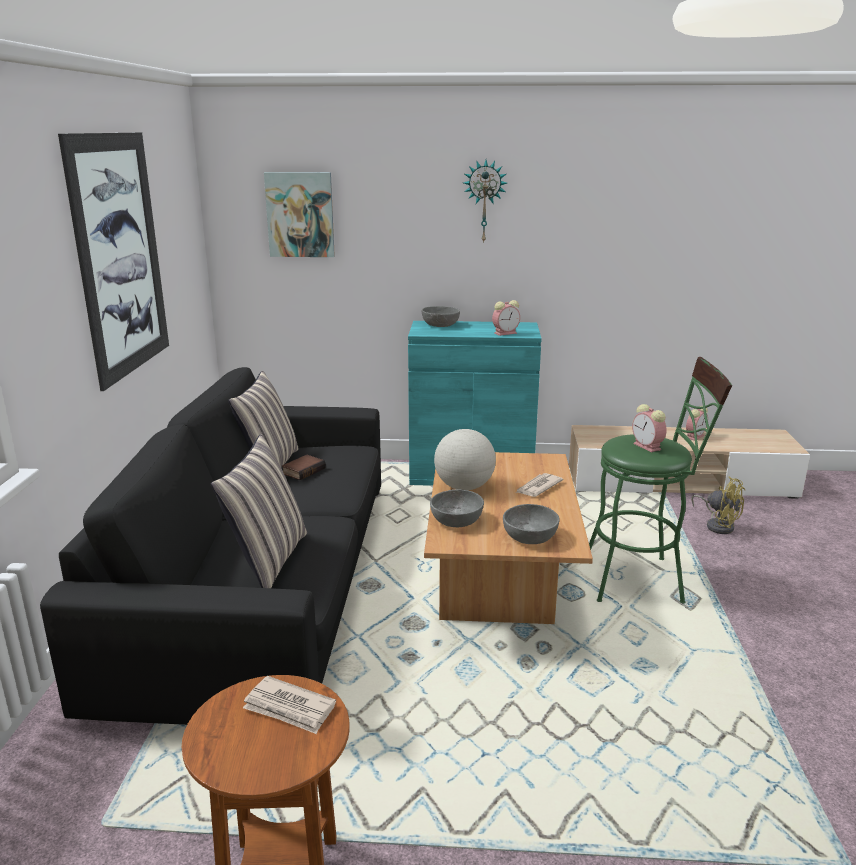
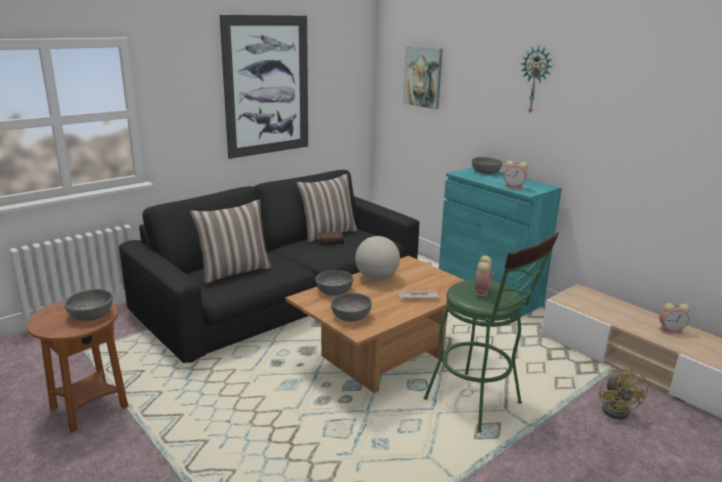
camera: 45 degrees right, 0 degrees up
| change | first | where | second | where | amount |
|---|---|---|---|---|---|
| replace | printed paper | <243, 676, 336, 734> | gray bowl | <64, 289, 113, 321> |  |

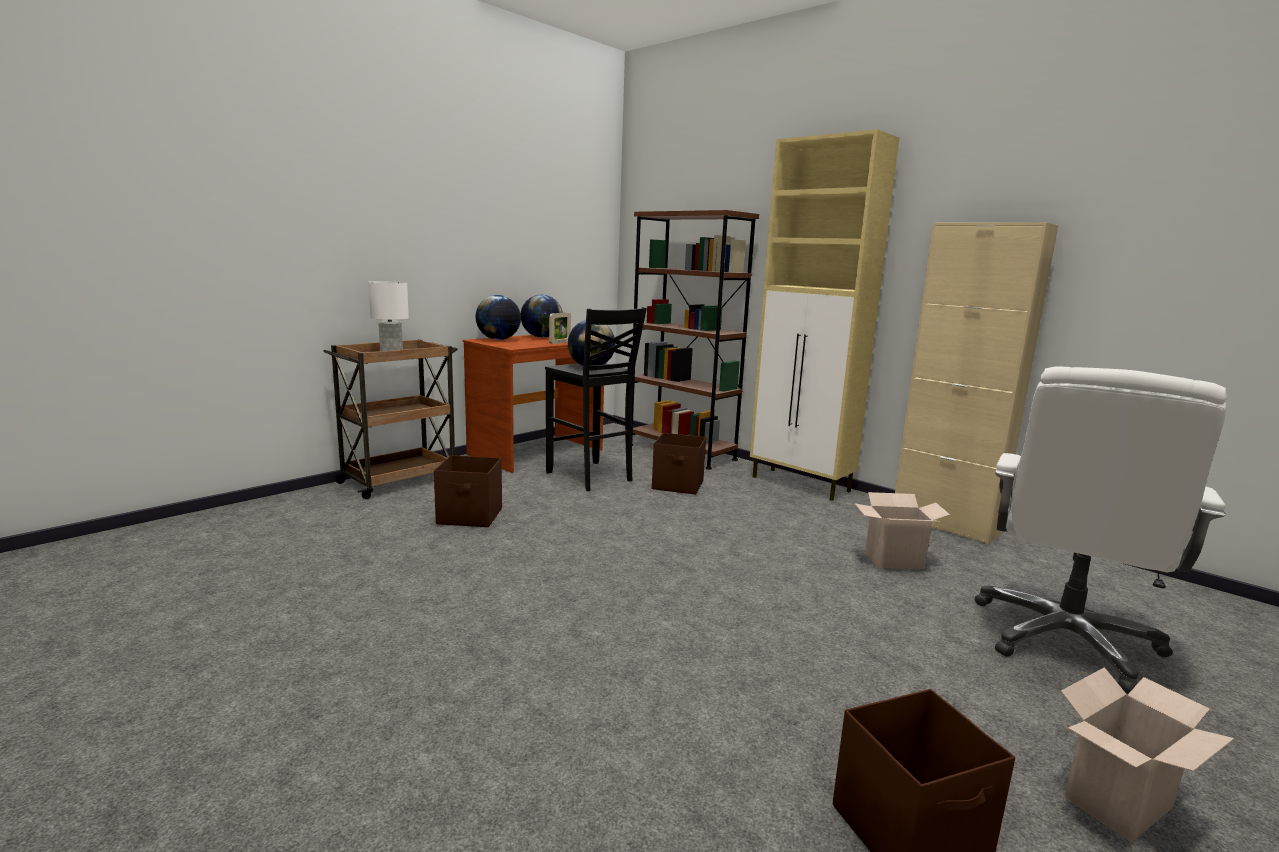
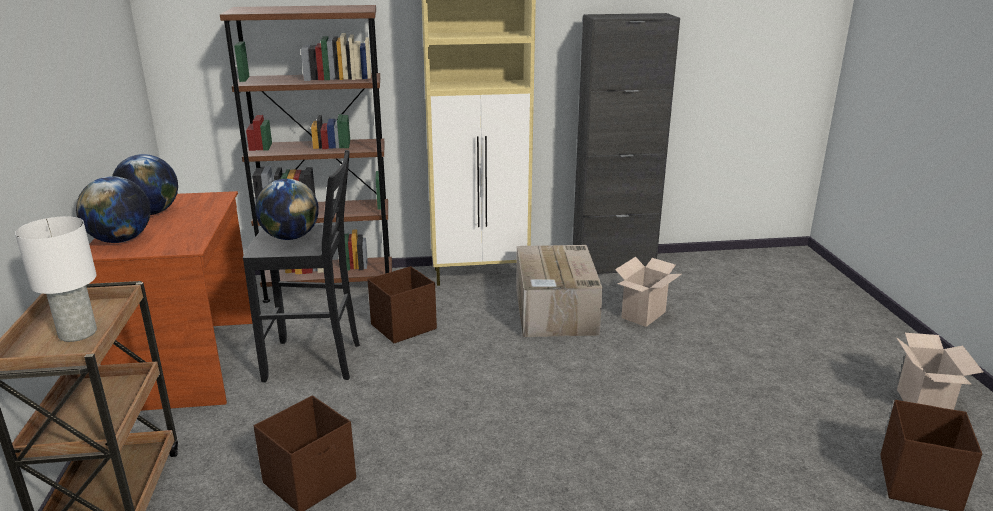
camera: 50 degrees left, 10 degrees up
| change | first | where | second | where | amount |
|---|---|---|---|---|---|
| delete | standing frame | <549, 312, 571, 344> |  |  |  |
| recolor | sand-coloured storage cabinet | <895, 222, 1058, 545> | black storage cabinet | <573, 13, 680, 274> |  |
| delete | white-coloured desk chair | <975, 367, 1227, 694> |  |  |  |
| insert |  |  | packing box | <516, 245, 603, 337> |  |

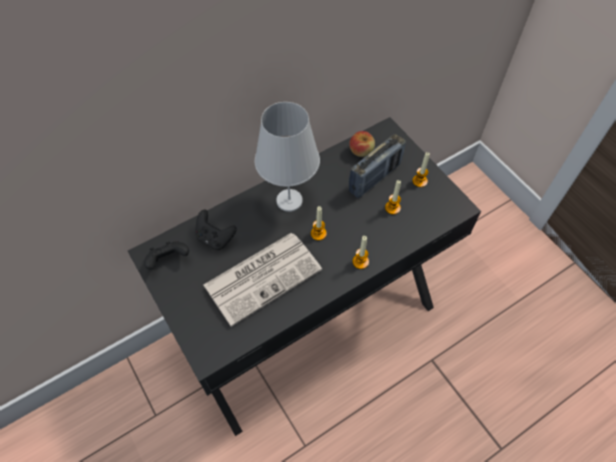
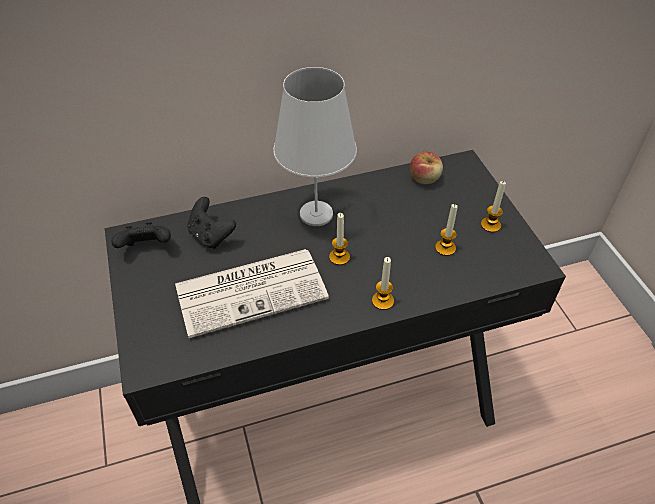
camera: 15 degrees right, 10 degrees down
| change | first | where | second | where | amount |
|---|---|---|---|---|---|
| delete | radio | <349, 134, 406, 198> |  |  |  |

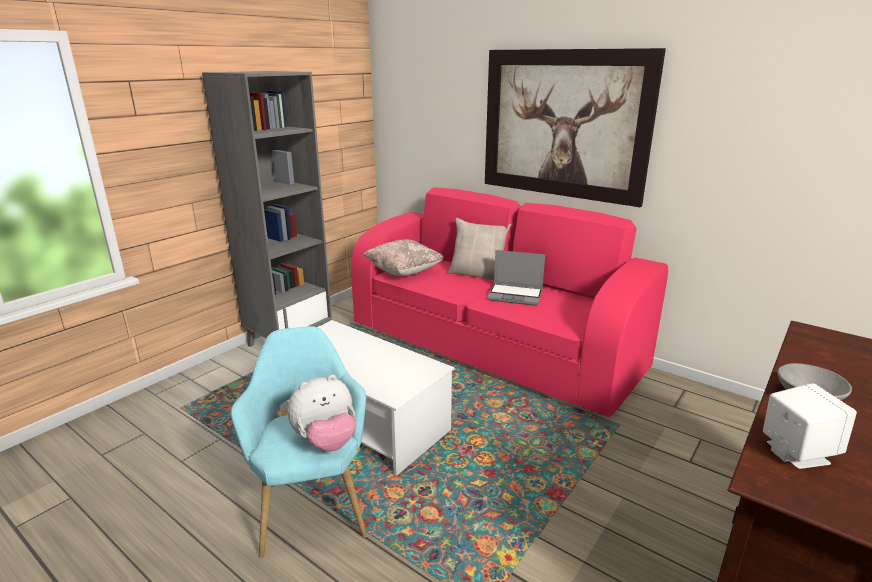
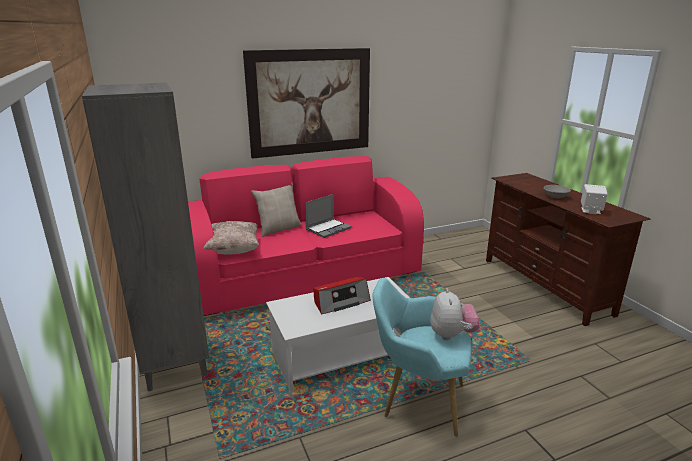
camera: 60 degrees left, 0 degrees up
| change | first | where | second | where | amount |
|---|---|---|---|---|---|
| insert |  |  | radio | <314, 277, 371, 314> |  |

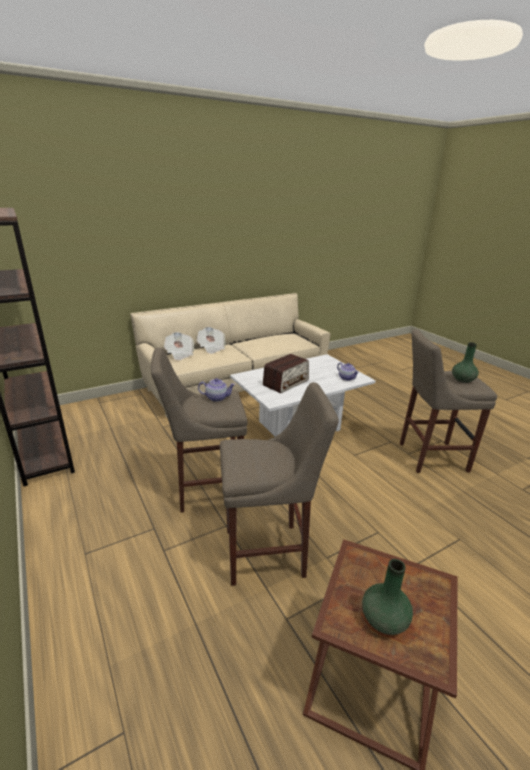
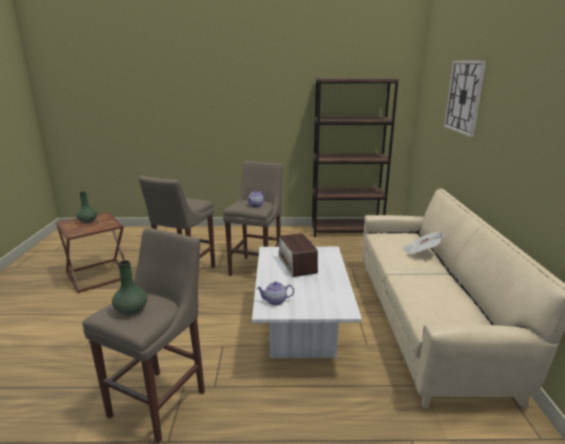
camera: 120 degrees right, 5 degrees down
| change | first | where | second | where | amount |
|---|---|---|---|---|---|
| delete | printed paper | <164, 332, 194, 360> |  |  |  |
| insert |  |  | hanging clock | <444, 61, 486, 137> |  |

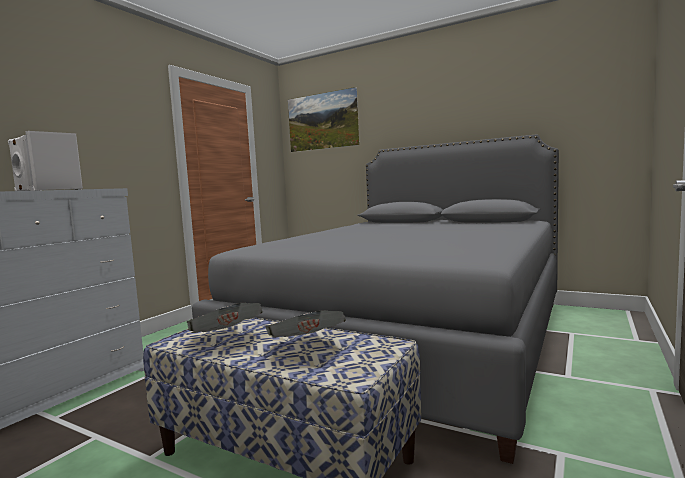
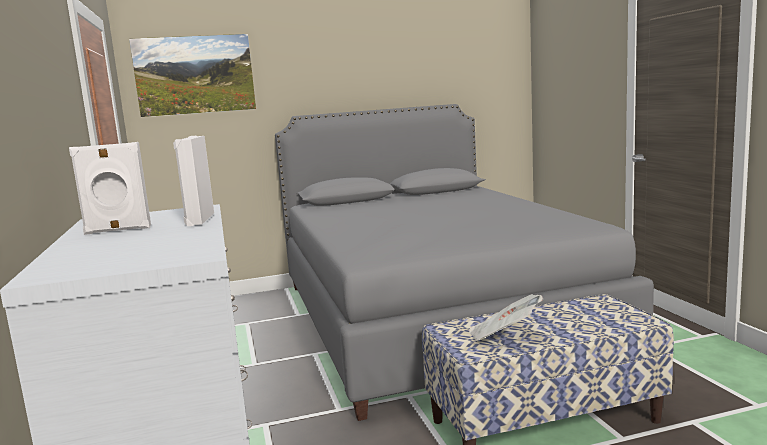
camera: 45 degrees left, 5 degrees up
| change | first | where | second | where | amount |
|---|---|---|---|---|---|
| delete | printed paper | <265, 310, 346, 337> |  |  |  |

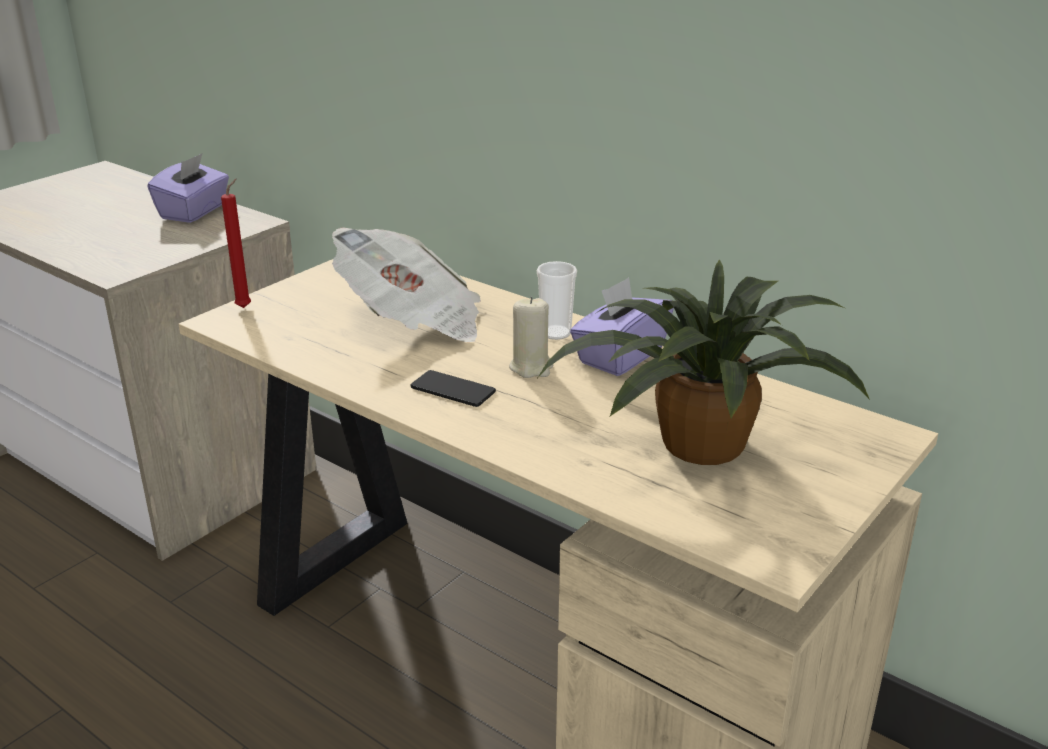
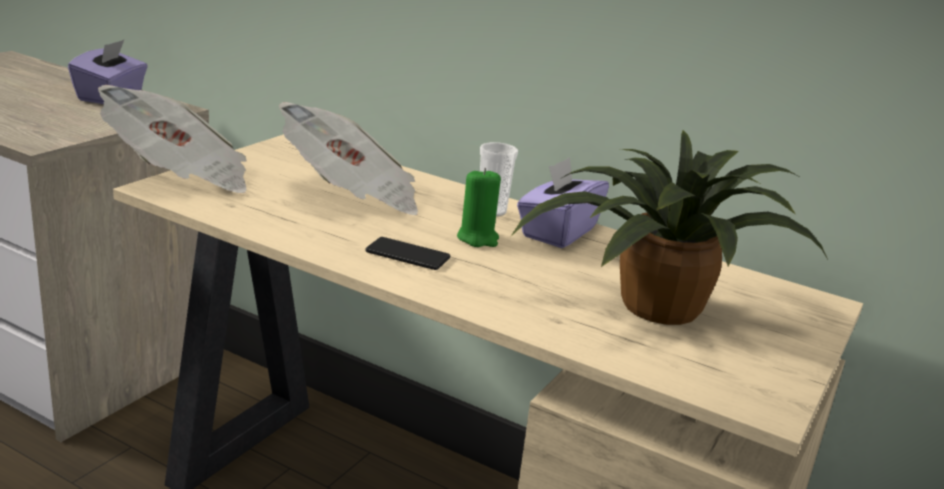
camera: 10 degrees left, 5 degrees down
| change | first | where | second | where | amount |
|---|---|---|---|---|---|
| replace | reddish wax candle | <221, 179, 251, 308> | printed paper | <98, 85, 247, 193> |  |
| recolor | sand-coloured wax candle | <509, 297, 553, 378> | green-coloured wax candle | <457, 168, 501, 247> |  |

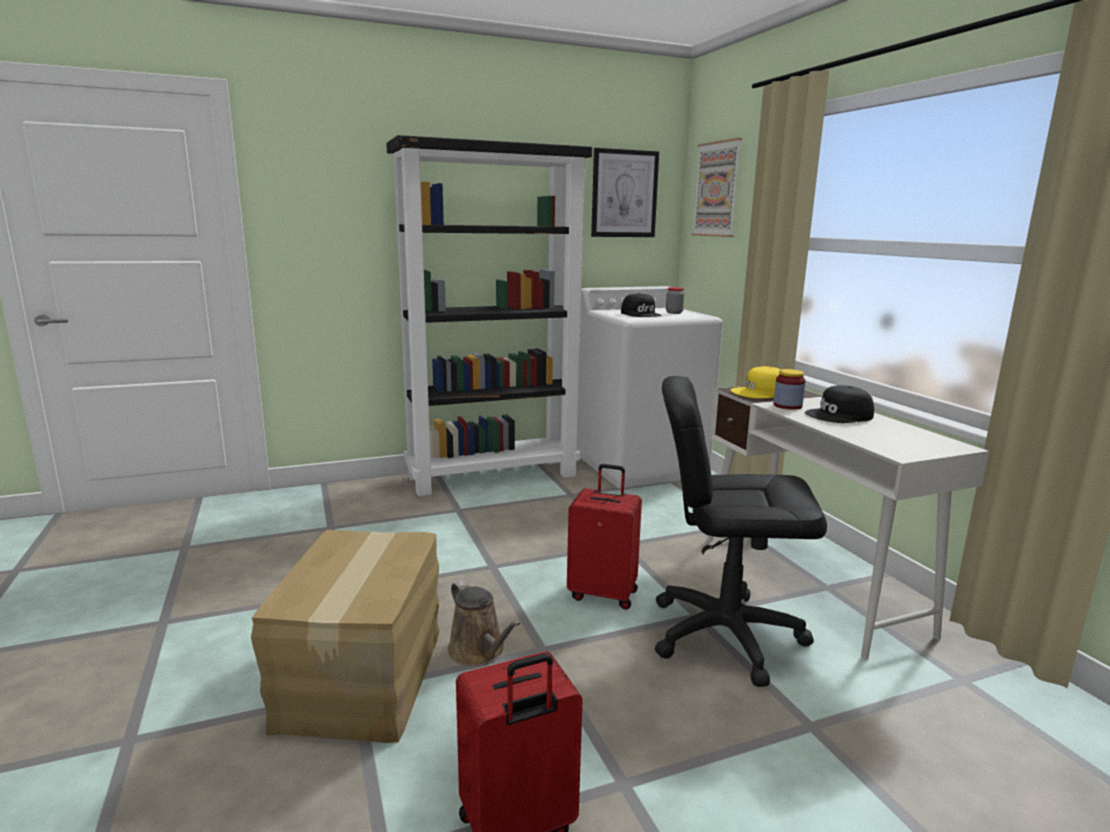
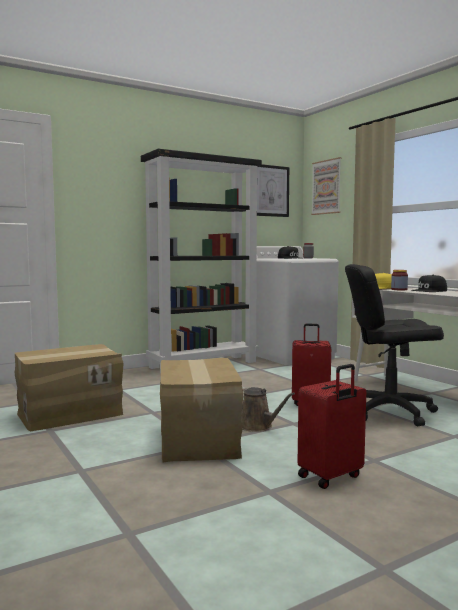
camera: 10 degrees left, 10 degrees down
| change | first | where | second | where | amount |
|---|---|---|---|---|---|
| insert |  |  | packing box | <15, 344, 123, 431> |  |

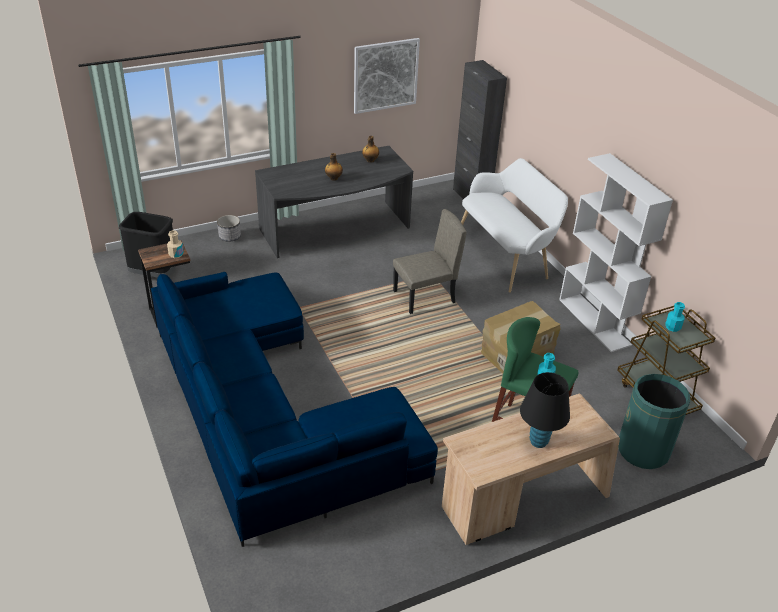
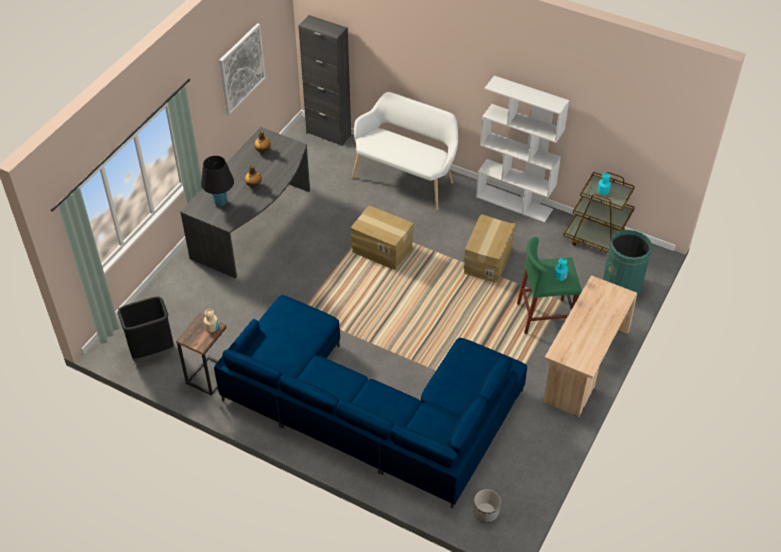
camera: 35 degrees left, 10 degrees up
| change | first | where | second | where | amount |
|---|---|---|---|---|---|
| move | plant pot | <217, 215, 241, 242> |  | <473, 489, 501, 523> |  |
| replace | sand-coloured chair | <393, 209, 467, 314> | packing box | <351, 206, 414, 270> |  |
| move | black table lamp | <520, 372, 570, 448> |  | <201, 156, 234, 206> |  |

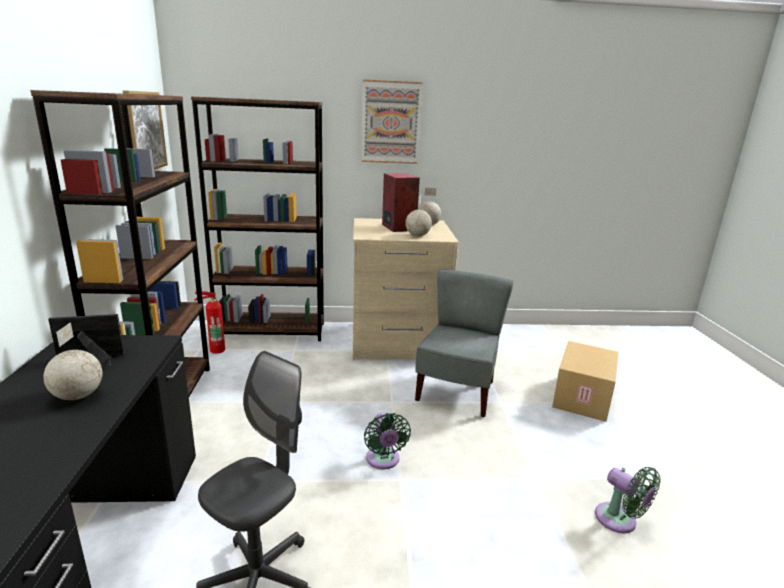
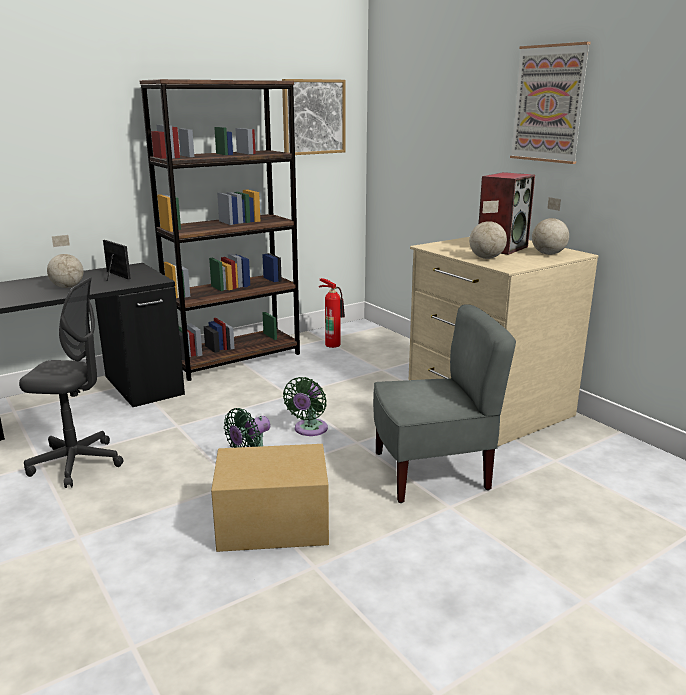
camera: 60 degrees right, 0 degrees up
| change | first | where | second | where | amount |
|---|---|---|---|---|---|
| delete | brown-coloured bookcase | <191, 97, 324, 341> |  |  |  |
| move | packing box | <552, 341, 619, 422> |  | <211, 444, 329, 552> |  |
| move | green-coloured fan | <595, 467, 661, 533> |  | <283, 377, 328, 436> |  |

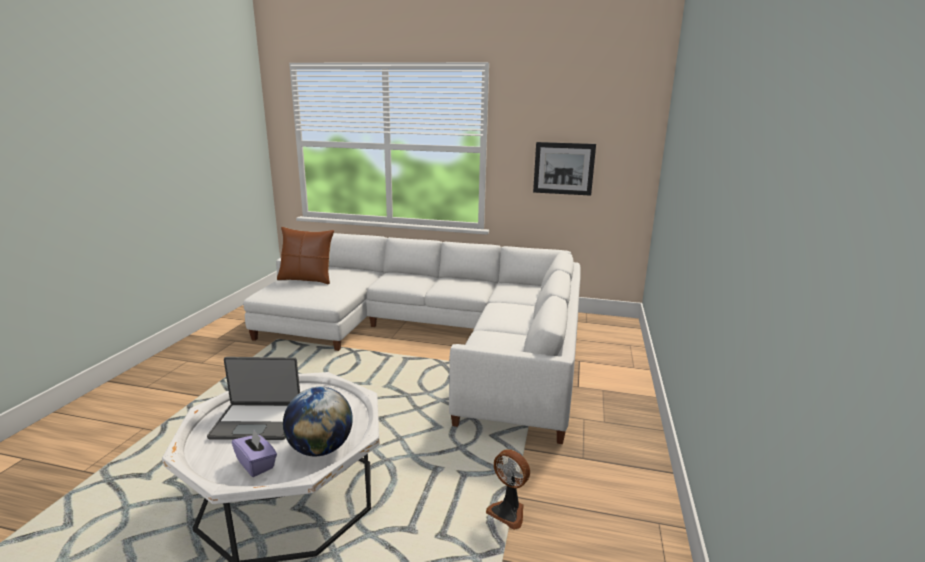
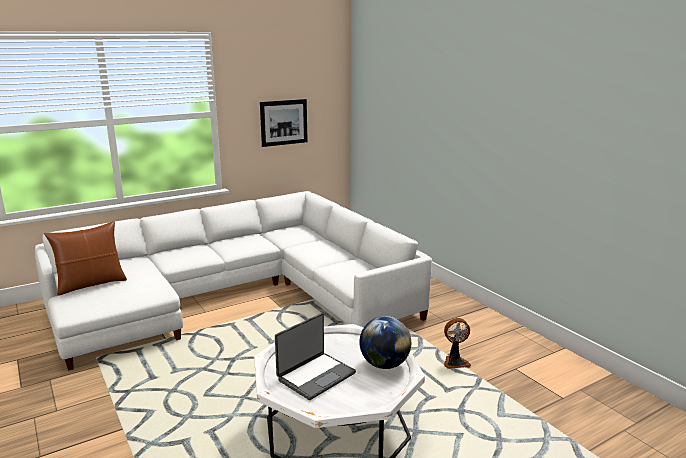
camera: 45 degrees left, 0 degrees up
| change | first | where | second | where | amount |
|---|---|---|---|---|---|
| delete | purplish box of tissues | <232, 430, 277, 477> |  |  |  |

